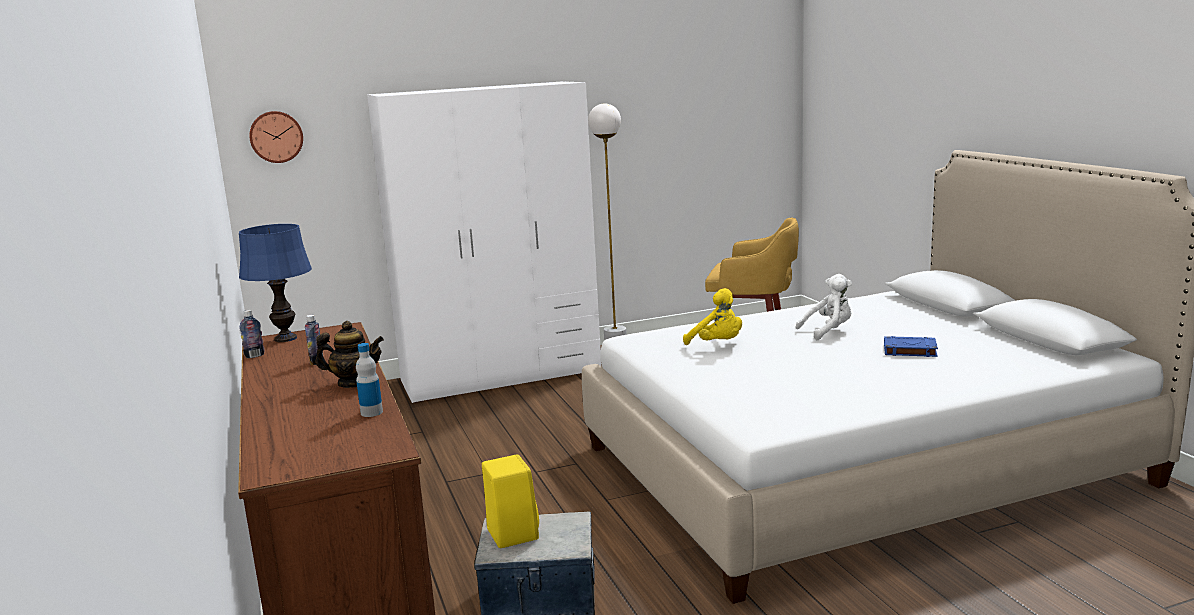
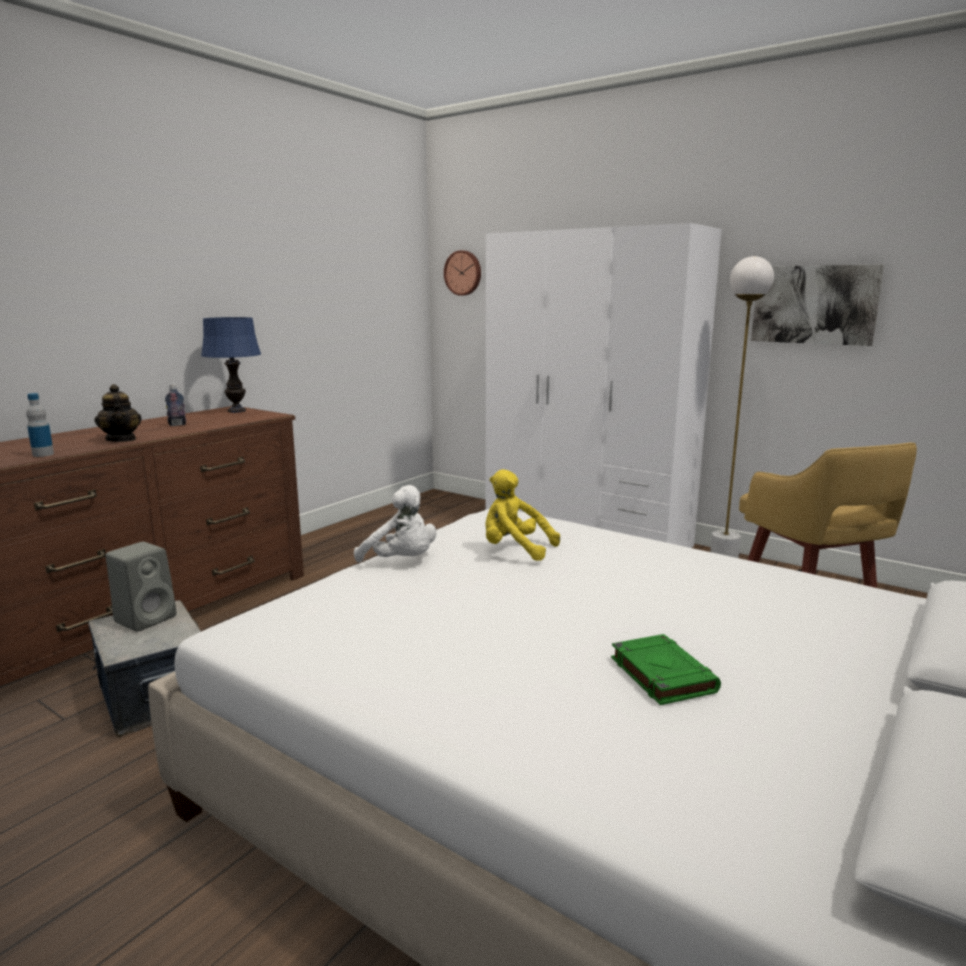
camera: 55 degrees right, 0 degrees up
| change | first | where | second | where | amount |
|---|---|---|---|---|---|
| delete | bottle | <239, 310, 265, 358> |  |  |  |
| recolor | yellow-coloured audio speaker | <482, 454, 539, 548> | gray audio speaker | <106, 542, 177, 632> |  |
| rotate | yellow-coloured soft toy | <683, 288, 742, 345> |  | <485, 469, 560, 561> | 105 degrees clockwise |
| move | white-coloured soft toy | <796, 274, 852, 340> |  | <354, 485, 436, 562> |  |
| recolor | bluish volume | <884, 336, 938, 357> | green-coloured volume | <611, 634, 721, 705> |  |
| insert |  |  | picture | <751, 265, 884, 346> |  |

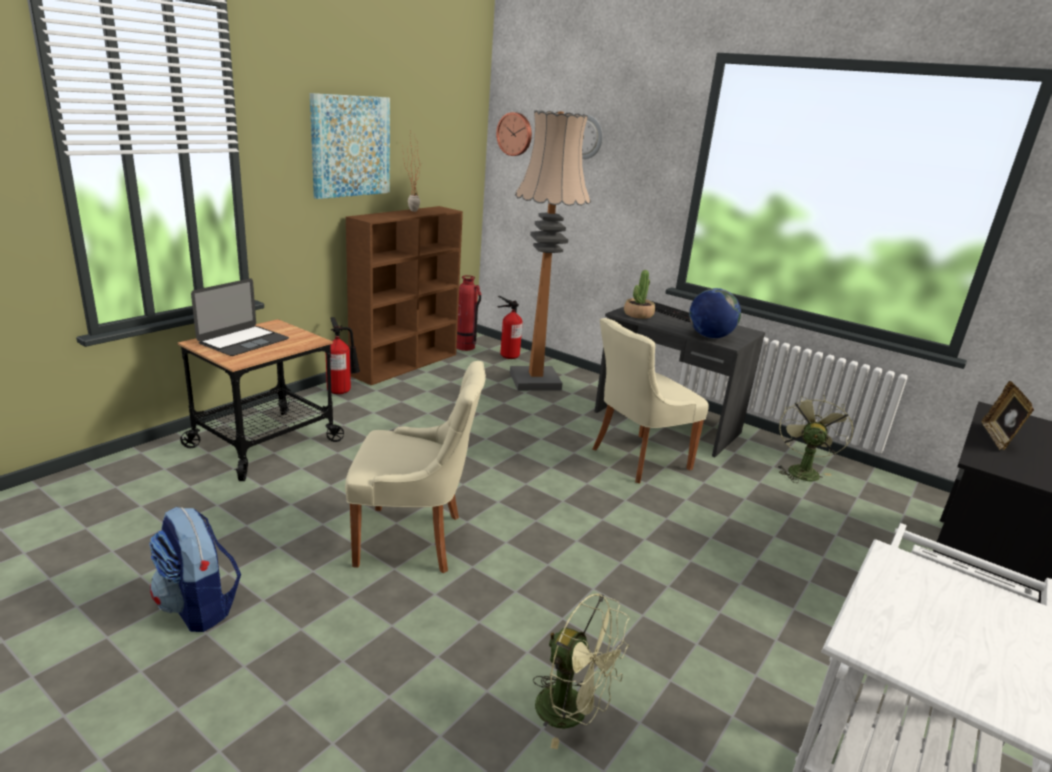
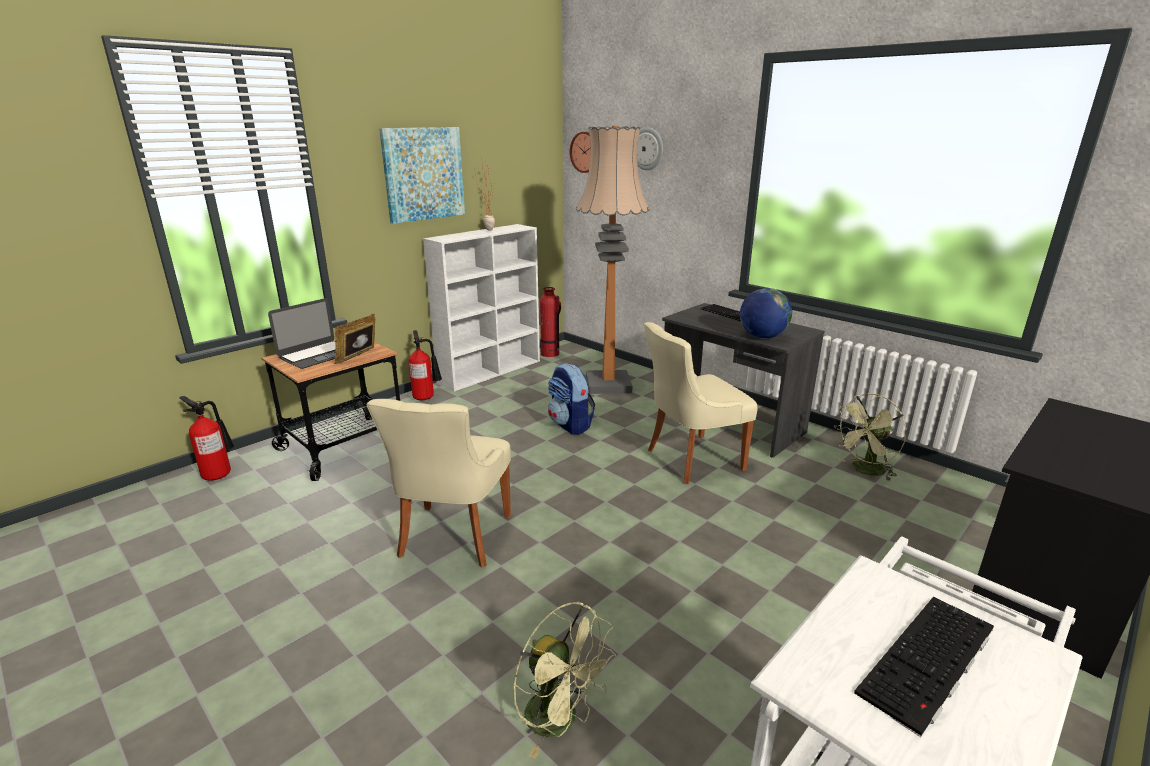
camera: 10 degrees right, 0 degrees up
| change | first | where | second | where | amount |
|---|---|---|---|---|---|
| move | backpack | <149, 507, 241, 632> |  | <548, 363, 595, 435> |  |
| rotate | sand-coloured chair | <345, 361, 486, 573> |  | <366, 399, 511, 568> | 90 degrees clockwise |
| recolor | brown-coloured bookcase | <346, 206, 463, 385> | white-coloured bookcase | <423, 224, 540, 392> |  |
| move | fire extinguisher | <497, 296, 523, 359> |  | <179, 396, 234, 481> |  |
| delete | potted plant | <624, 270, 655, 319> |  |  |  |
| rotate | green-coloured fan | <777, 395, 854, 483> |  | <833, 393, 907, 482> | 150 degrees counterclockwise |
| move | standing frame | <981, 381, 1034, 450> |  | <334, 314, 375, 364> |  |
| insert |  |  | computer keyboard | <854, 597, 994, 737> |  |

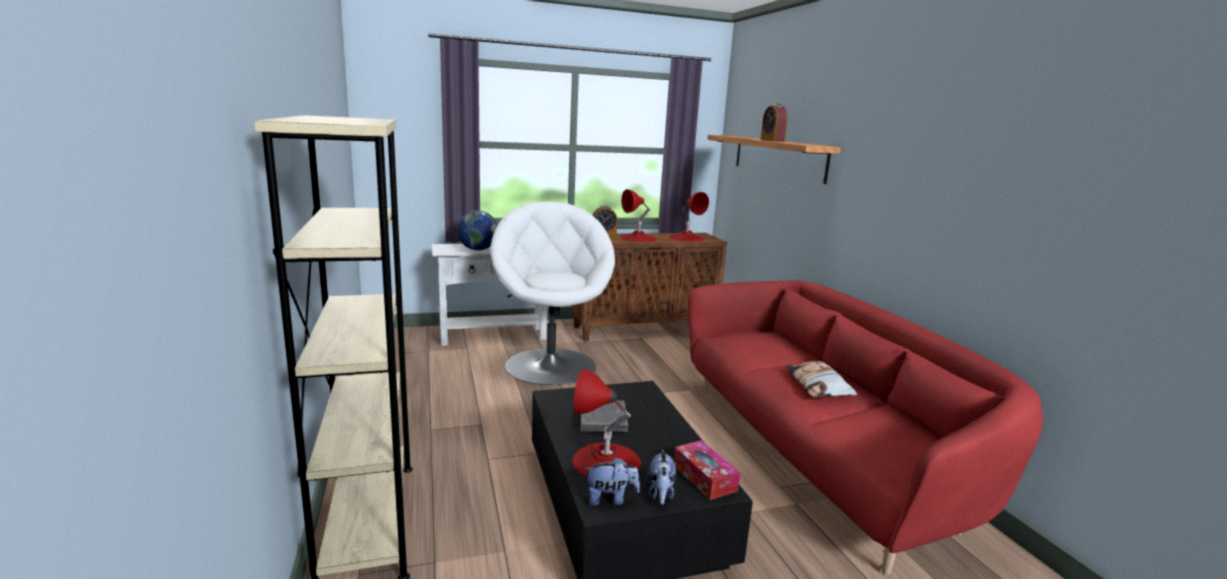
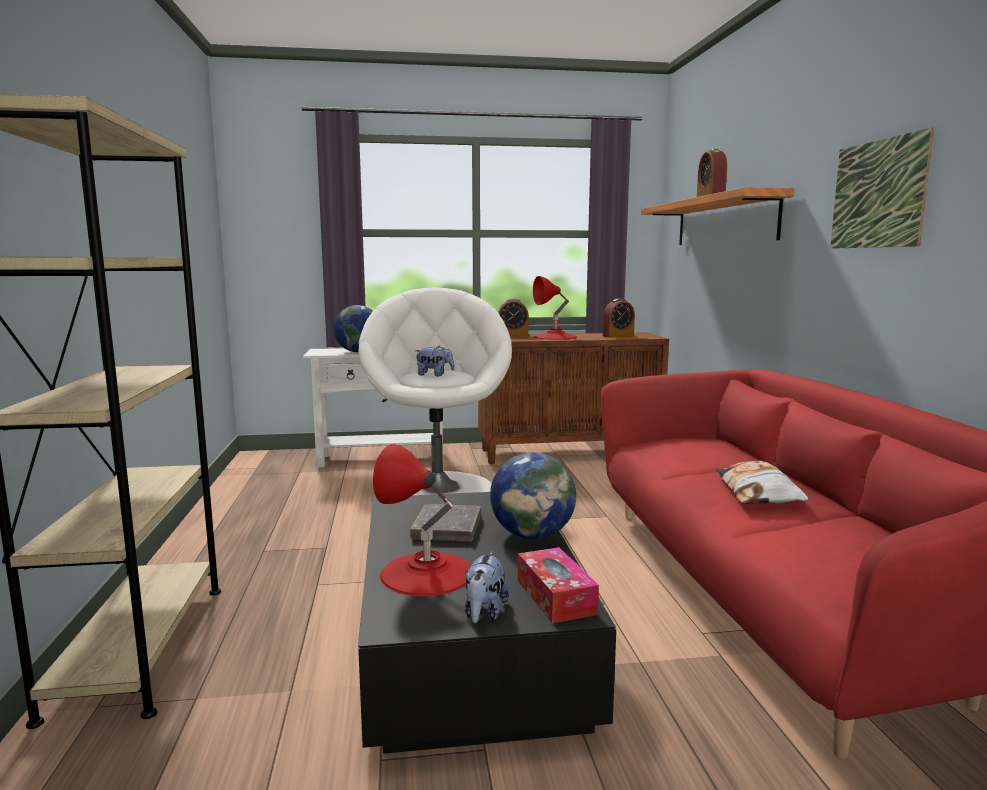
camera: 10 degrees right, 5 degrees down
| change | first | where | second | where | amount |
|---|---|---|---|---|---|
| move | soft toy | <584, 457, 640, 506> |  | <415, 346, 455, 376> |  |
| replace | reddish table lamp | <669, 192, 709, 242> | alarm clock | <603, 298, 635, 338> |  |
| insert |  |  | globe | <490, 452, 576, 539> |  |
| insert |  |  | picture | <830, 127, 934, 249> |  |

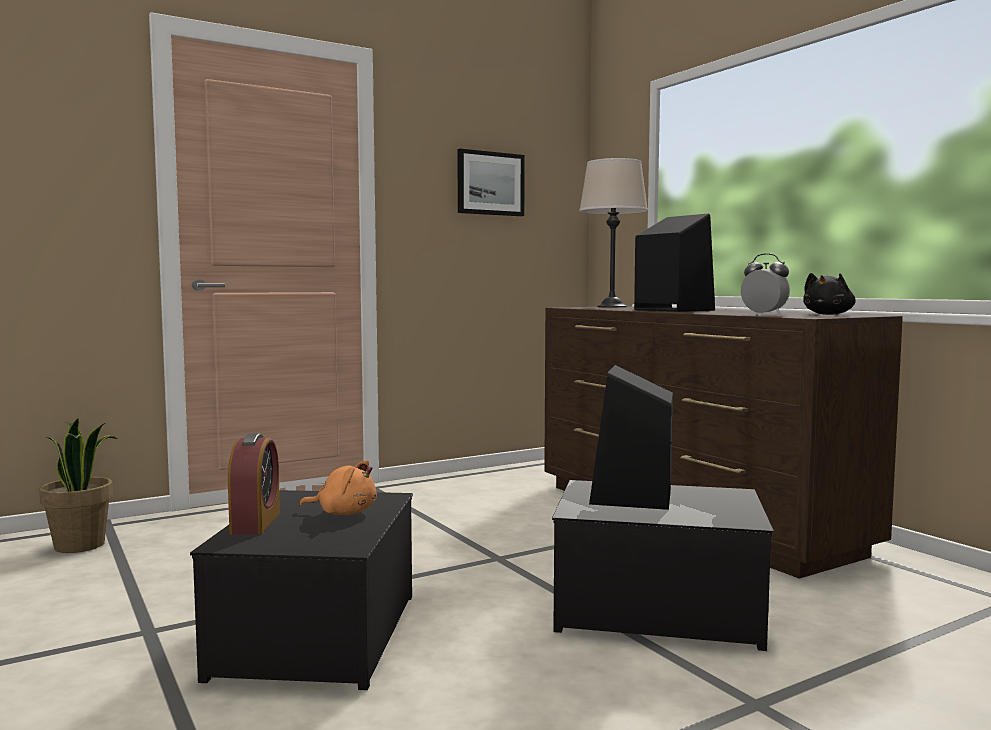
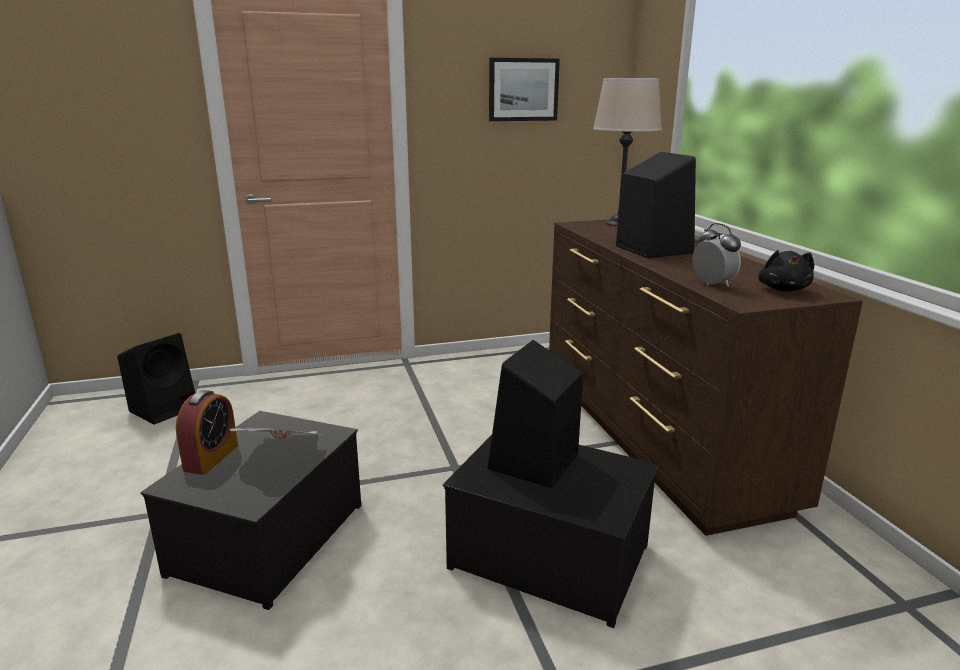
camera: 15 degrees right, 15 degrees up
| change | first | where | second | where | amount |
|---|---|---|---|---|---|
| replace | potted plant | <39, 418, 117, 553> | black audio speaker | <117, 333, 195, 425> |  |
| replace | orange soft toy | <299, 460, 377, 515> | printed paper | <229, 428, 323, 441> |  |
| rotate | black soft toy | <803, 273, 856, 315> |  | <758, 250, 814, 292> | 45 degrees counterclockwise |

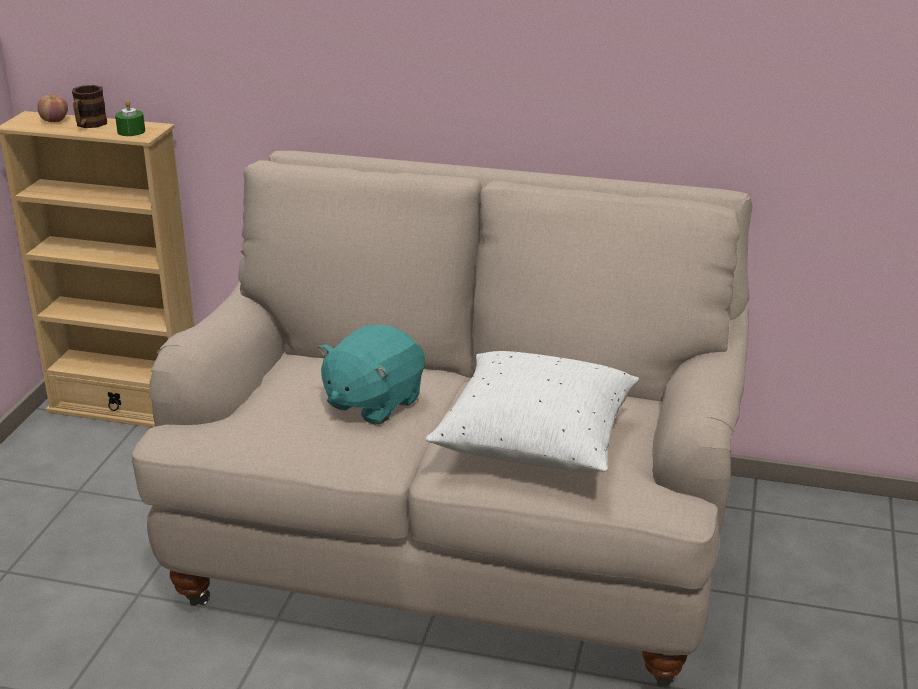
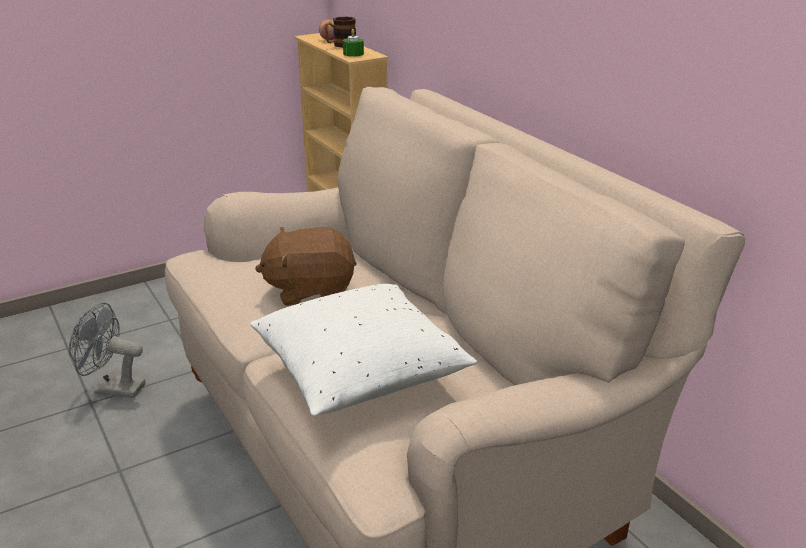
camera: 45 degrees right, 0 degrees up
| change | first | where | second | where | amount |
|---|---|---|---|---|---|
| recolor | blue-green soft toy | <318, 325, 425, 425> | brown-coloured soft toy | <255, 227, 356, 306> |  |
| insert |  |  | gray fan | <69, 303, 145, 398> |  |

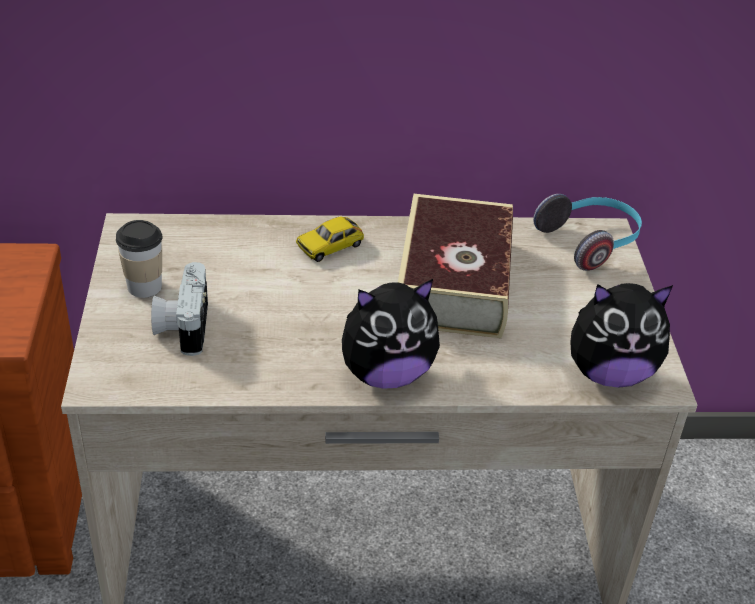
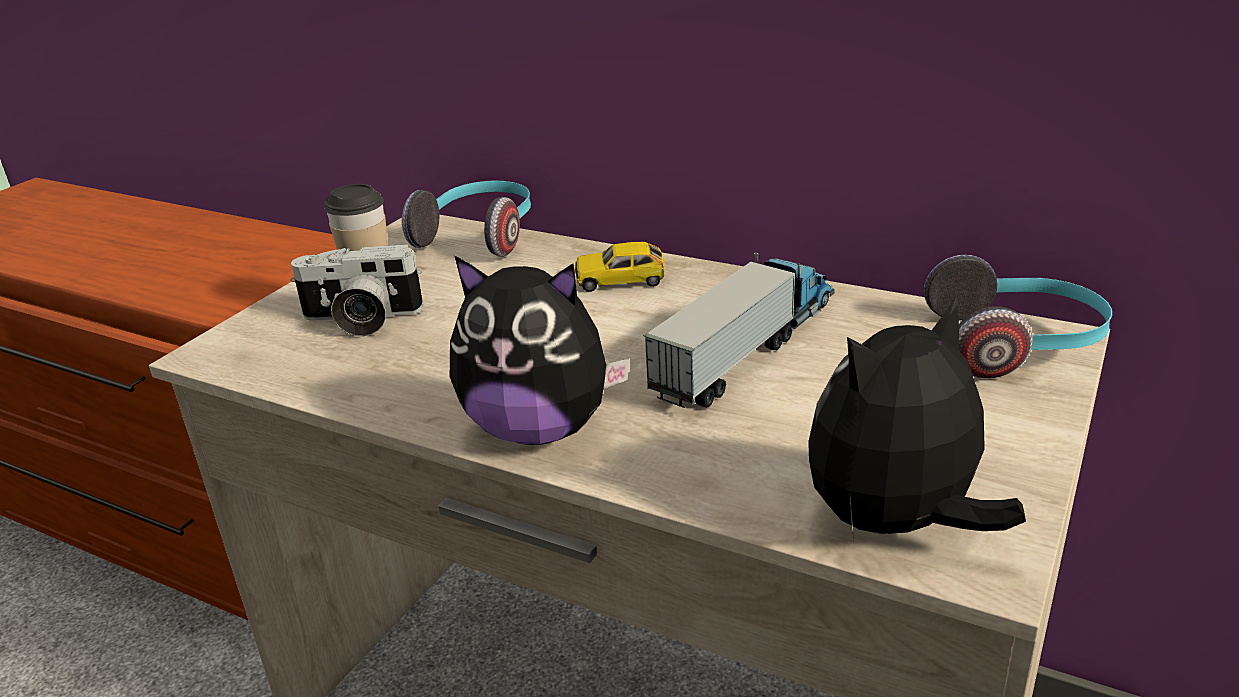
camera: 35 degrees right, 10 degrees down
| change | first | where | second | where | amount |
|---|---|---|---|---|---|
| rotate | photo camera | <151, 262, 208, 356> |  | <291, 244, 424, 336> | 120 degrees counterclockwise |
| replace | volume | <398, 194, 513, 338> | toy truck | <643, 252, 835, 408> |  |
| rotate | soft toy | <570, 283, 673, 388> |  | <808, 296, 1026, 539> | 120 degrees clockwise |
| insert |  |  | pair of headphones | <402, 181, 531, 257> |  |

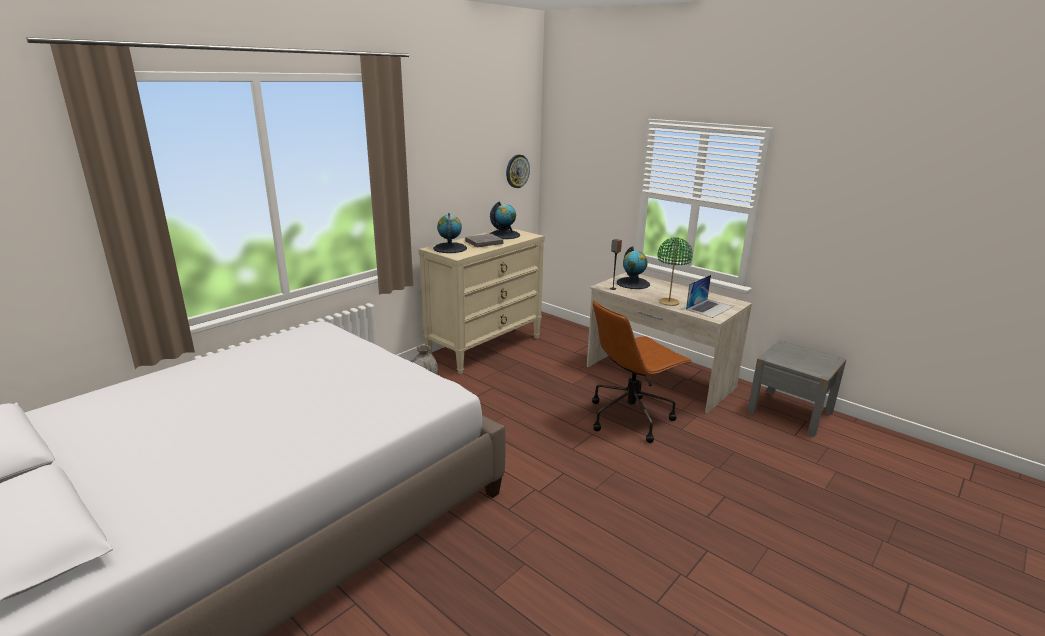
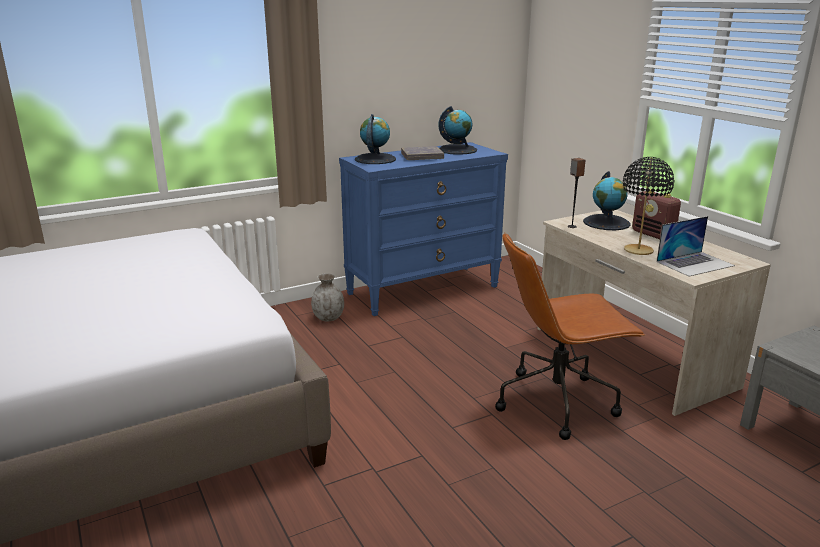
camera: 20 degrees right, 0 degrees up
| change | first | where | second | where | amount |
|---|---|---|---|---|---|
| recolor | sand-coloured chest of drawers | <419, 228, 545, 374> | bluish chest of drawers | <339, 142, 508, 316> |  |
| delete | hanging clock | <506, 155, 530, 188> |  |  |  |
| recolor | green-coloured table lamp | <658, 237, 693, 306> | black table lamp | <623, 157, 674, 255> |  |
| insert |  |  | radio | <632, 189, 681, 239> |  |

